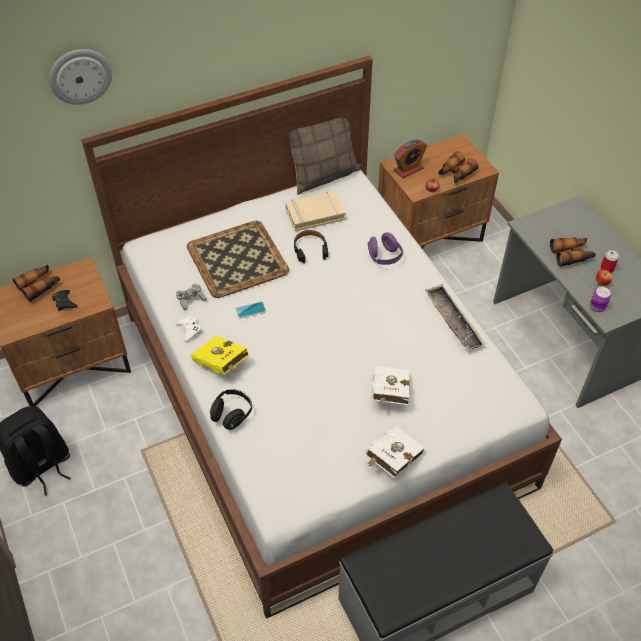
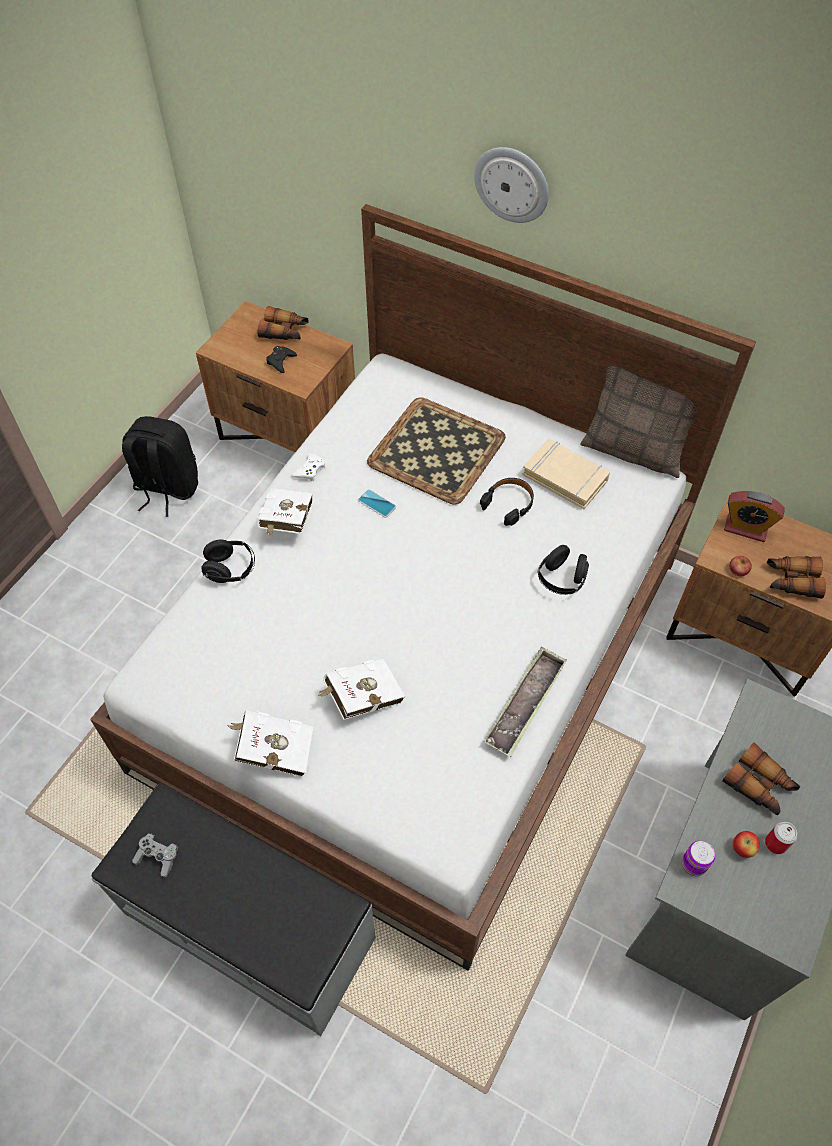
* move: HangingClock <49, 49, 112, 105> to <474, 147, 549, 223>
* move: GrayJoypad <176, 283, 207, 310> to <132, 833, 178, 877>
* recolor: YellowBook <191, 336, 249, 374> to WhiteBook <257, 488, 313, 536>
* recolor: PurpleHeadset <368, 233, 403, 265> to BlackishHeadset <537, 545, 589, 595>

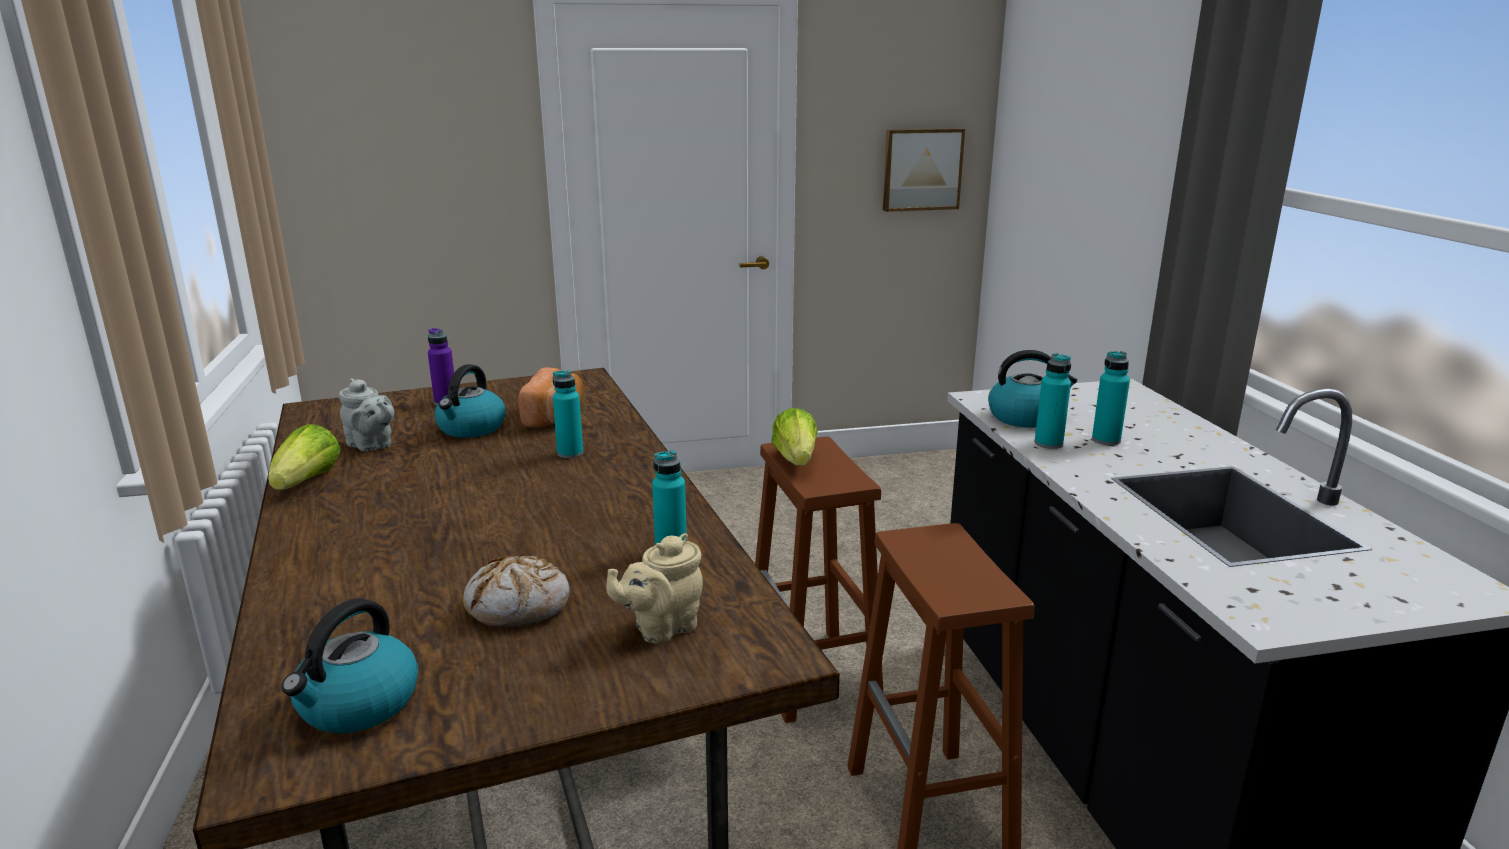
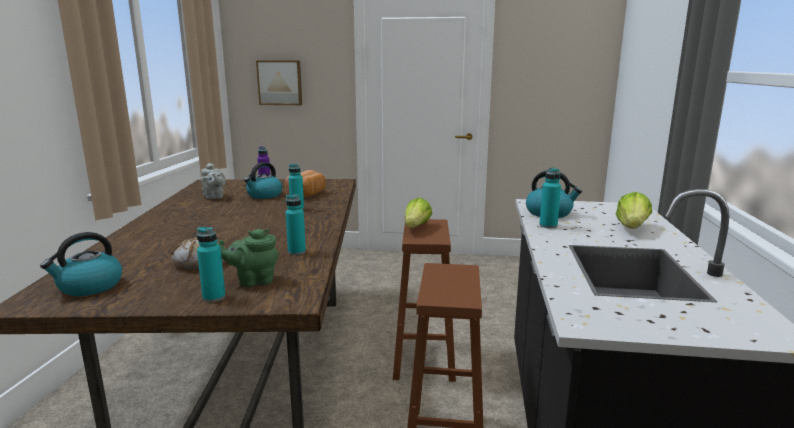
* move: HeadOfLettuce <268, 424, 341, 490> to <616, 192, 652, 229>
* move: WallArt <883, 128, 965, 212> to <256, 60, 302, 105>
* move: TurquoiseBottle <1092, 351, 1130, 445> to <197, 227, 225, 302>
* recolor: BeigePotForTea <606, 533, 703, 643> to GreenPotForTea <218, 229, 279, 287>

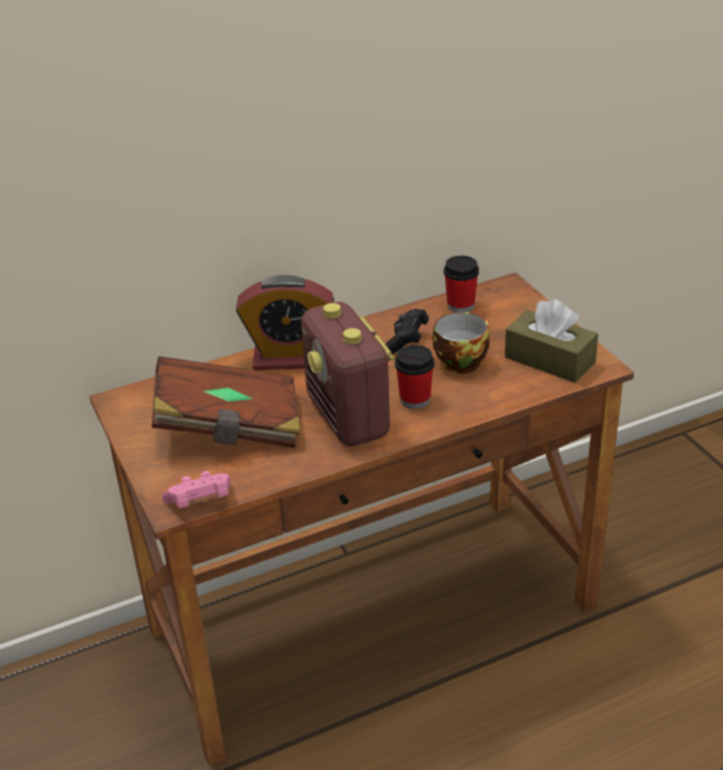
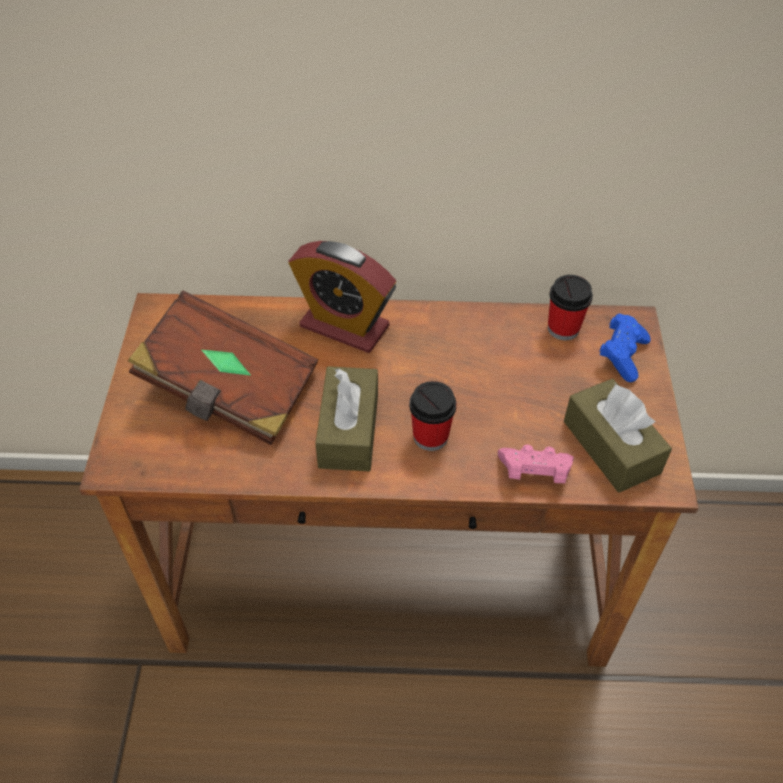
* delete: BlackishJoypad <385, 309, 429, 354>
* delete: DrinkingCup <433, 312, 490, 374>
* insert: BlueJoypad <599, 314, 650, 382>
* move: PinkishJoypad <162, 471, 230, 508> to <498, 445, 574, 483>
* replace: RadioReceiver <301, 302, 395, 447> to BrownishTissueHolder <315, 366, 378, 471>

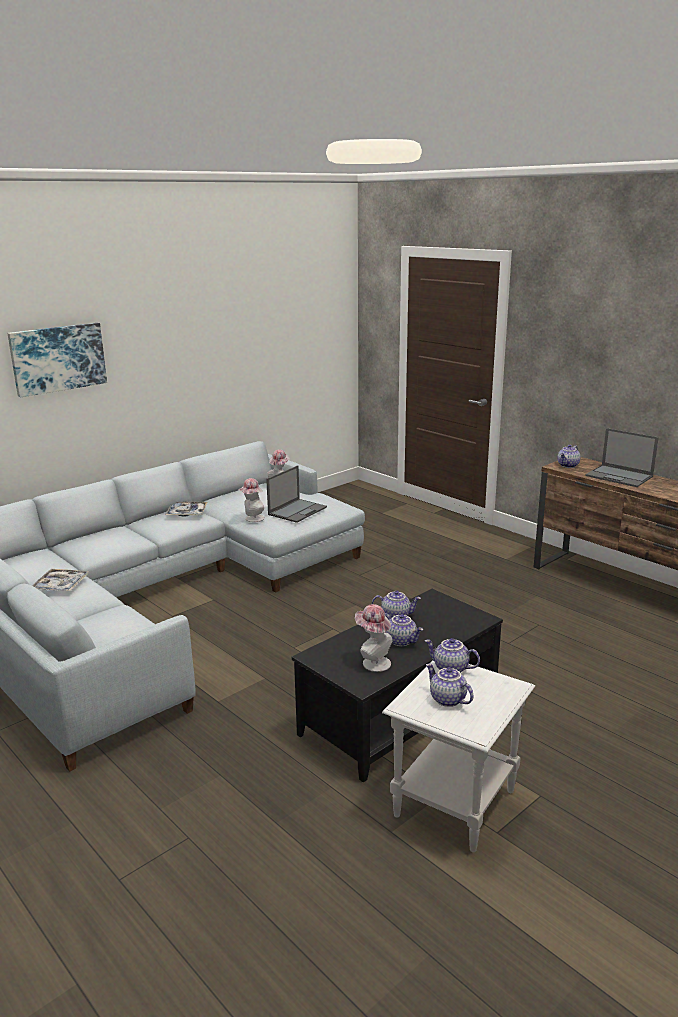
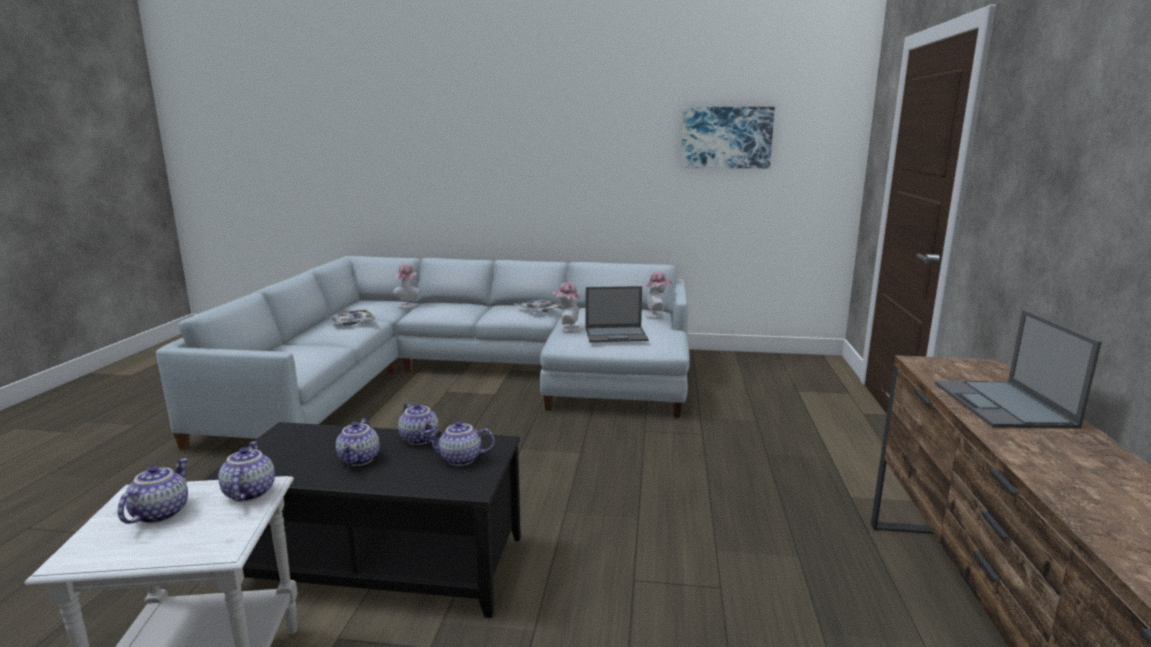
* move: WallArt <7, 323, 107, 397> to <681, 107, 775, 168>
* move: ClothingHat <355, 604, 393, 672> to <393, 264, 421, 308>
* move: PotForTea <557, 445, 581, 468> to <425, 421, 495, 466>

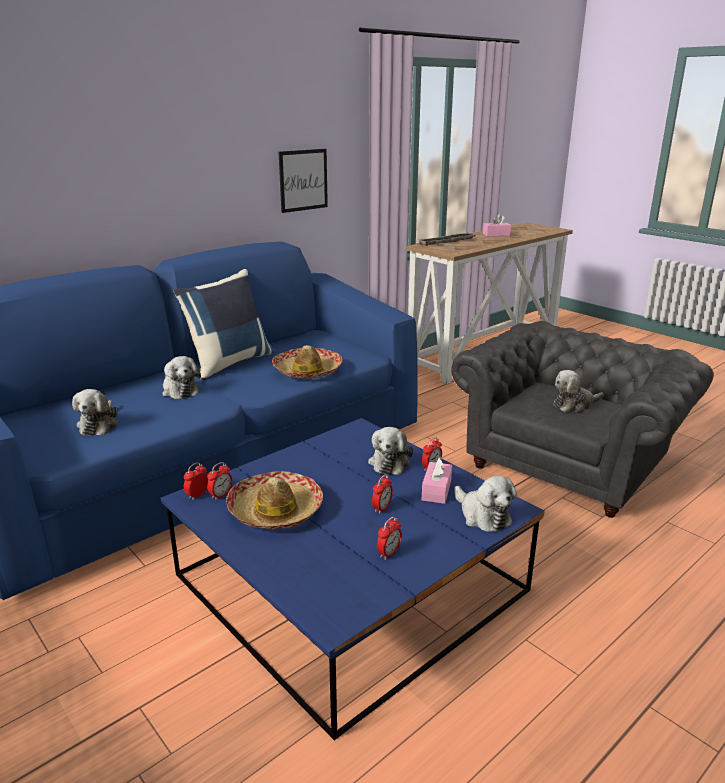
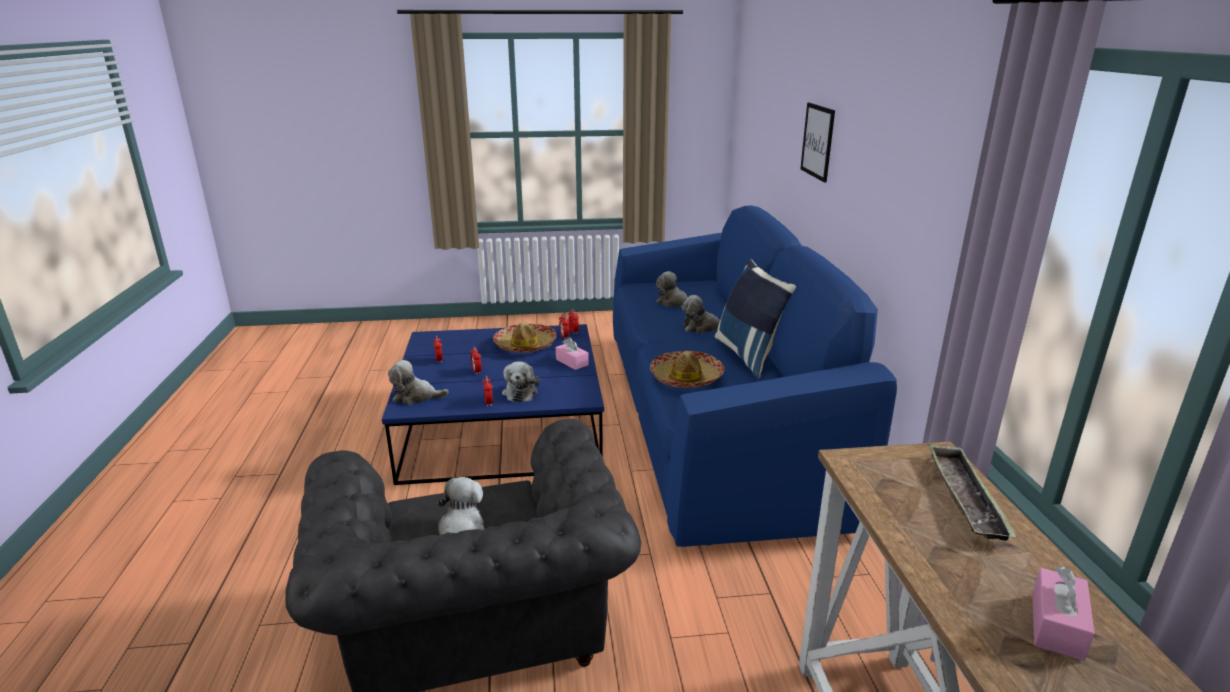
* move: WallArt <279, 149, 328, 213> to <800, 103, 835, 183>
* move: PinkishTissueHolder <422, 457, 452, 504> to <556, 337, 589, 370>
* rotate: SoftToy <368, 427, 413, 475> = <502, 361, 540, 402> 135 degrees counterclockwise

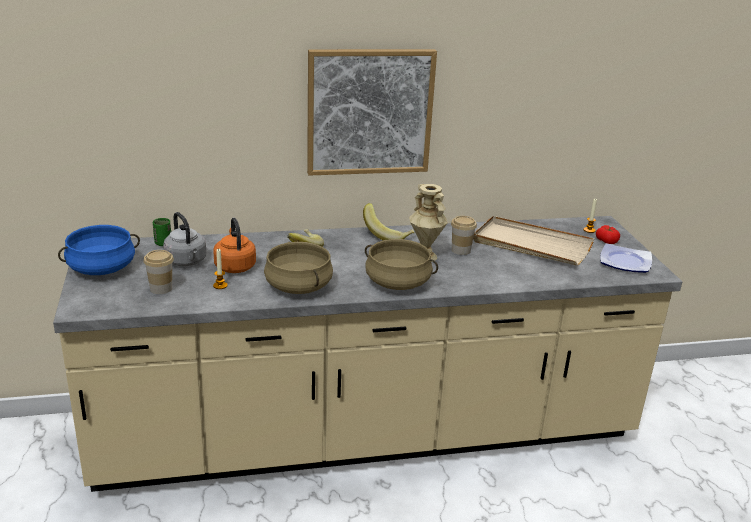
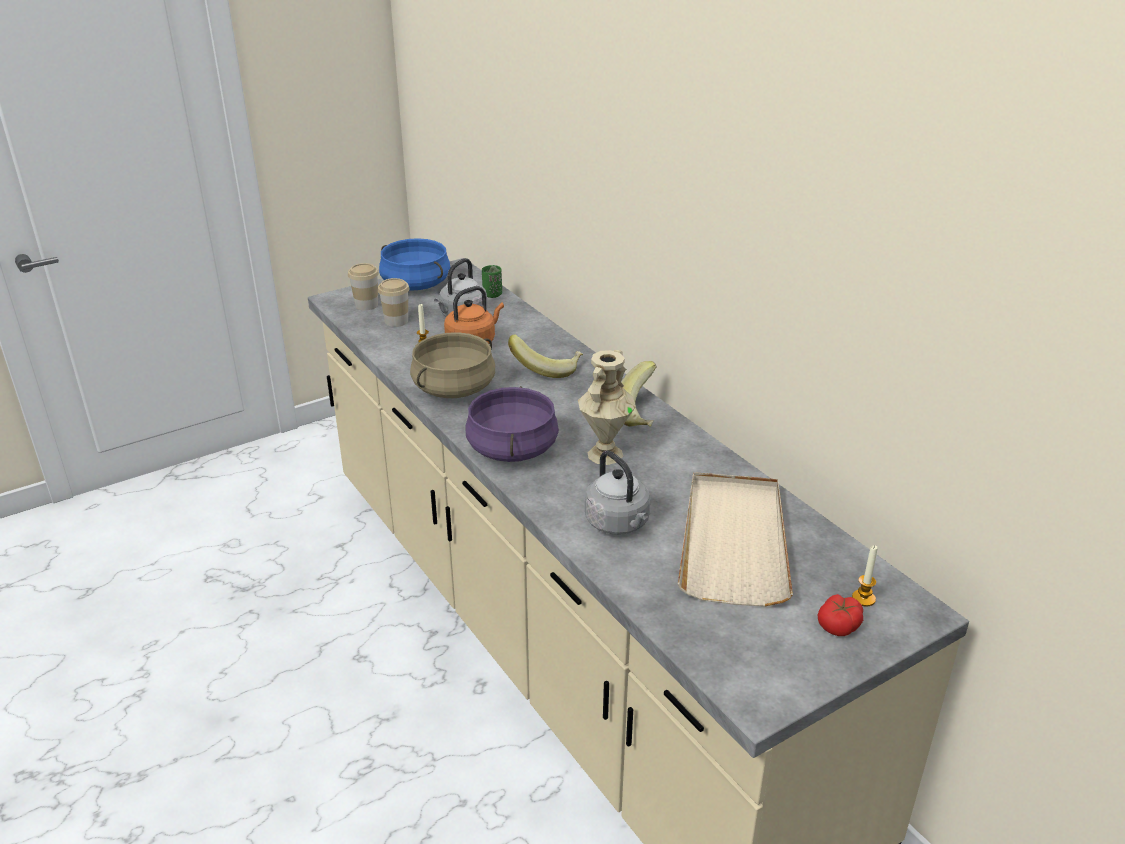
* delete: WallArt <307, 49, 437, 176>
* delete: FlatDish <600, 243, 652, 273>
* insert: GrayWaterKettle <585, 450, 650, 535>
* move: DrinkingCup <451, 216, 477, 255> to <348, 263, 379, 310>
* recolor: BeigeSaucepot <365, 239, 438, 290> to PurpleSaucepot <466, 386, 559, 462>

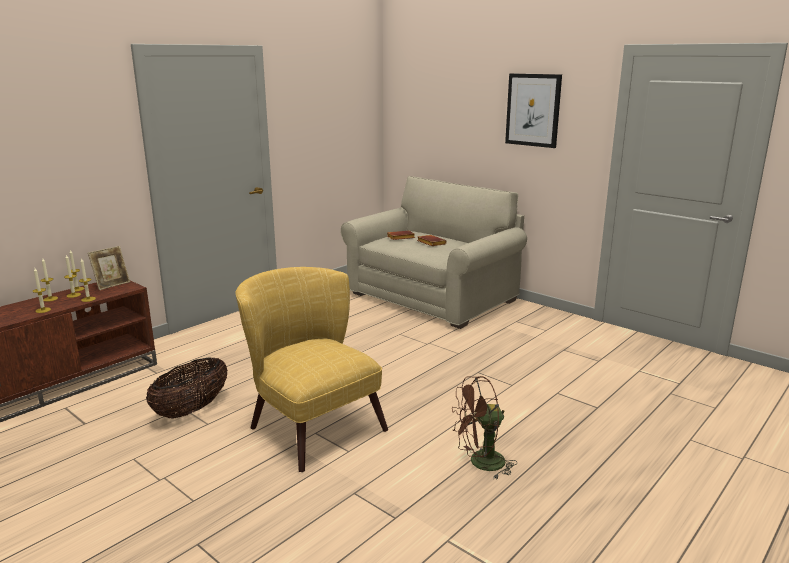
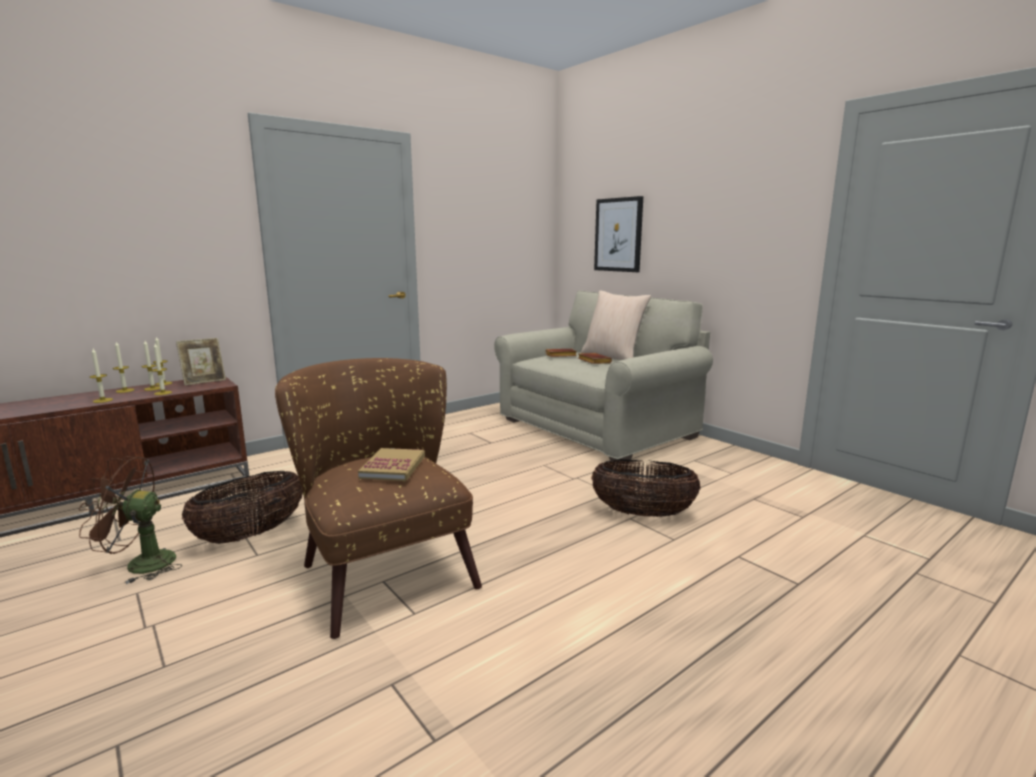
* insert: Book <358, 448, 425, 481>
* insert: BeigeCushion <581, 290, 651, 360>
* insert: HouseholdBasket <591, 459, 701, 517>
* move: BrownishFan <452, 376, 517, 480> to <79, 456, 182, 584>
* move: WallArt <505, 73, 562, 148> to <594, 196, 643, 272>
* recolor: YellowArmchair <236, 267, 388, 472> to BrownishArmchair <275, 358, 482, 639>

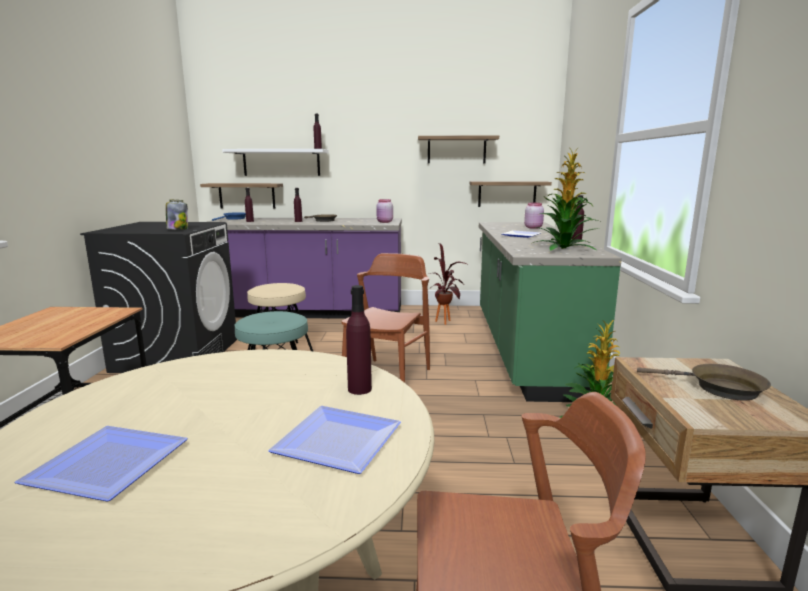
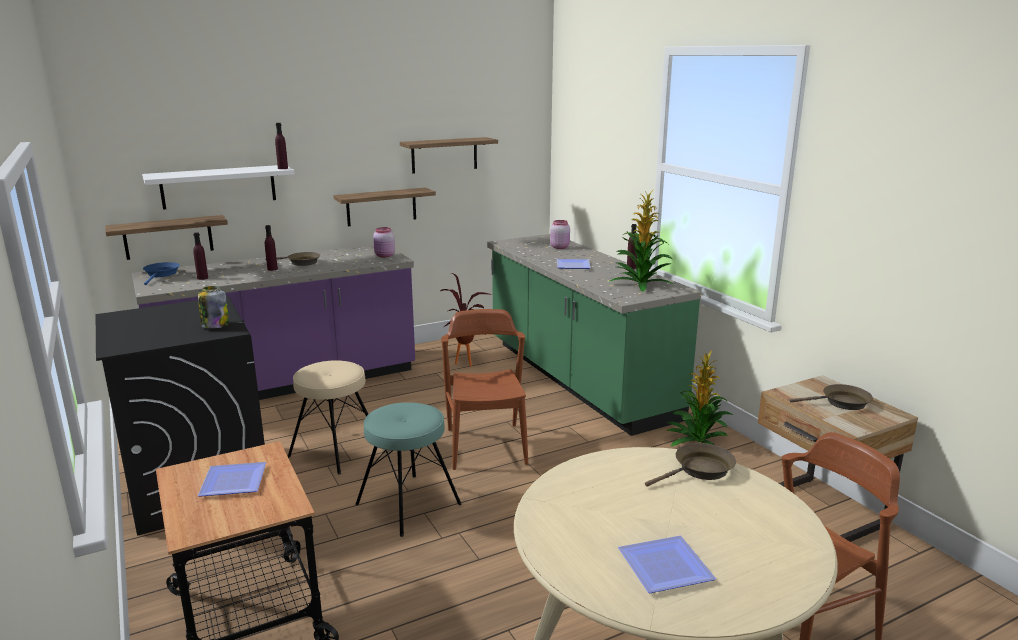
* move: FlatDish <268, 406, 401, 474> to <198, 462, 266, 497>
* move: BracketShelf <470, 181, 552, 207> to <333, 188, 436, 226>
* replace: PurpleBottle <346, 285, 372, 395> to BrownishPan <645, 443, 736, 487>

